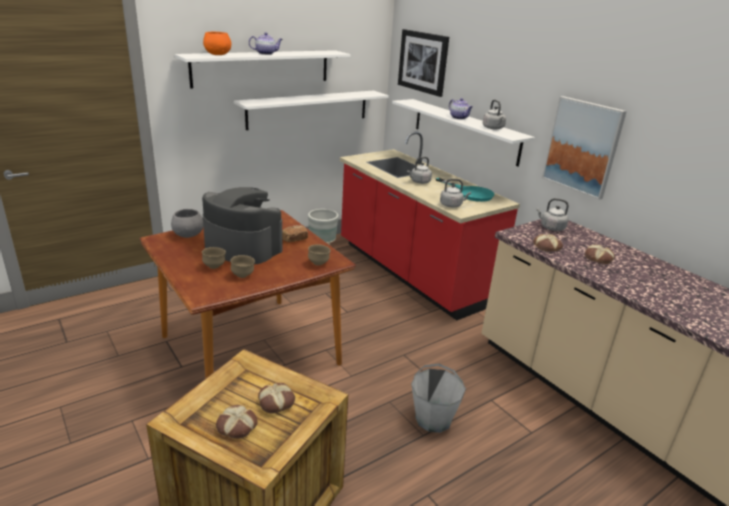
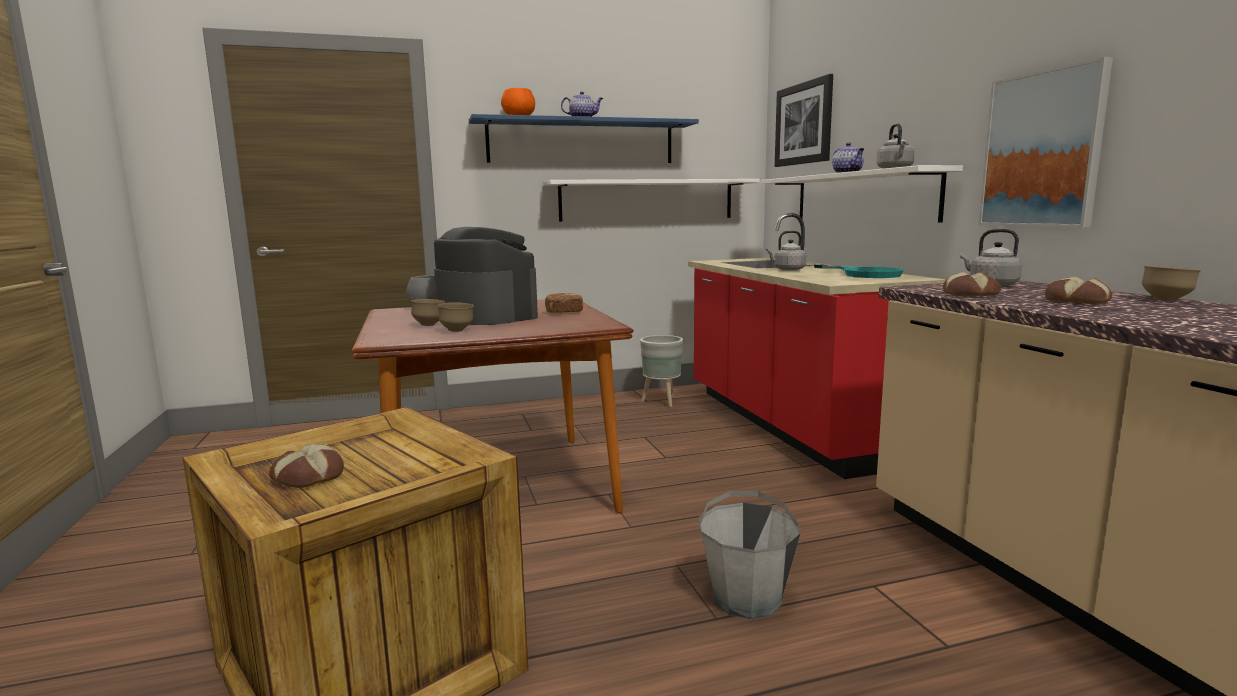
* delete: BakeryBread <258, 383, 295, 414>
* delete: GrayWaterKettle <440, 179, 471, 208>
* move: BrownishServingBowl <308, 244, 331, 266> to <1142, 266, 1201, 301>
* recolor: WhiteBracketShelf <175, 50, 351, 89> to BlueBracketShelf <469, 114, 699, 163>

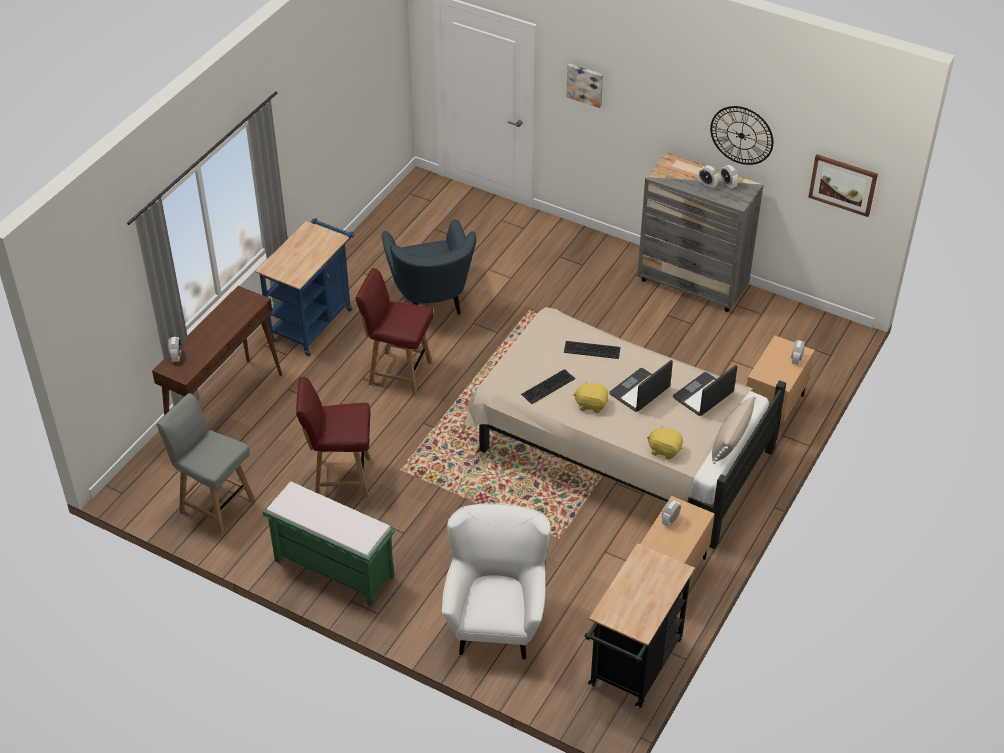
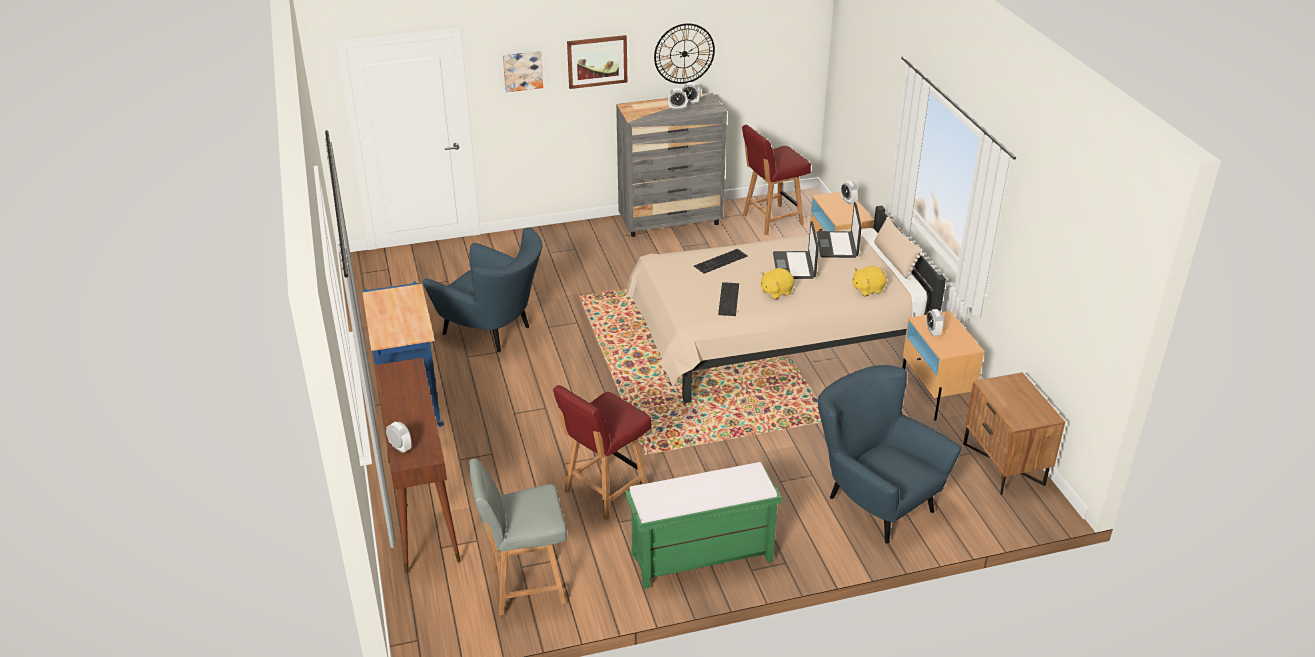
* move: ReddishPlainChair <355, 268, 434, 395> to <742, 125, 811, 235>
* move: WallArt <808, 154, 878, 217> to <567, 35, 627, 89>
* replace: BlackishCart <585, 543, 695, 708> to BrownishNightstand <963, 372, 1065, 495>
* recolor: WhiteArmchair <442, 503, 551, 660> to BlueArmchair <818, 365, 961, 544>

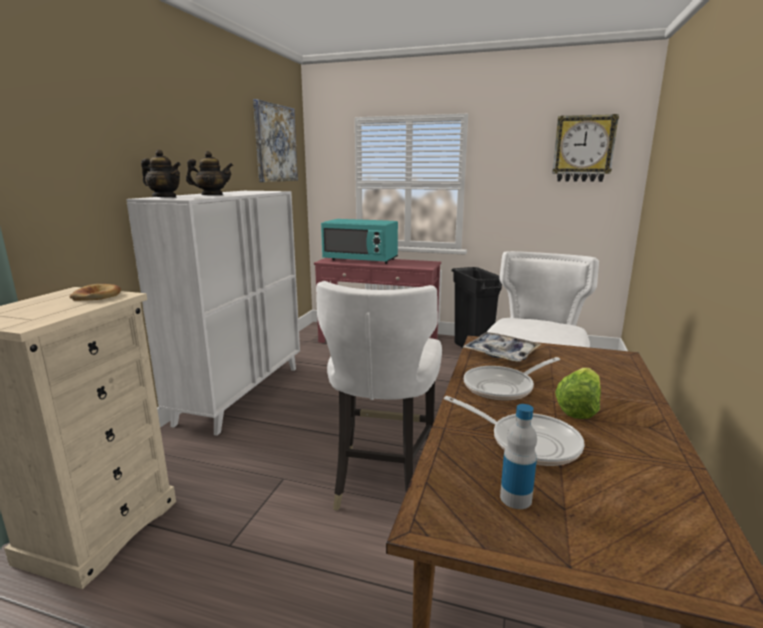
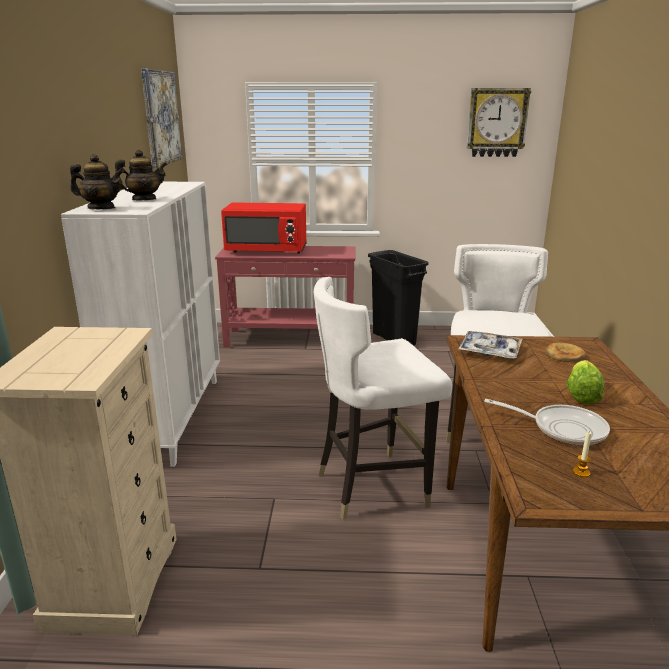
* delete: Pan <464, 357, 560, 401>
* move: BakeryBread <70, 284, 121, 301> to <545, 343, 586, 362>
* replace: Bottle <500, 404, 537, 509> to WaxCandle <573, 431, 591, 477>
* recolor: TurquoiseMicrowave <321, 219, 398, 264> to ReddishMicrowave <221, 202, 307, 254>
* rotate: WhitePlainChair <316, 281, 442, 511> = <314, 277, 452, 520> 75 degrees clockwise

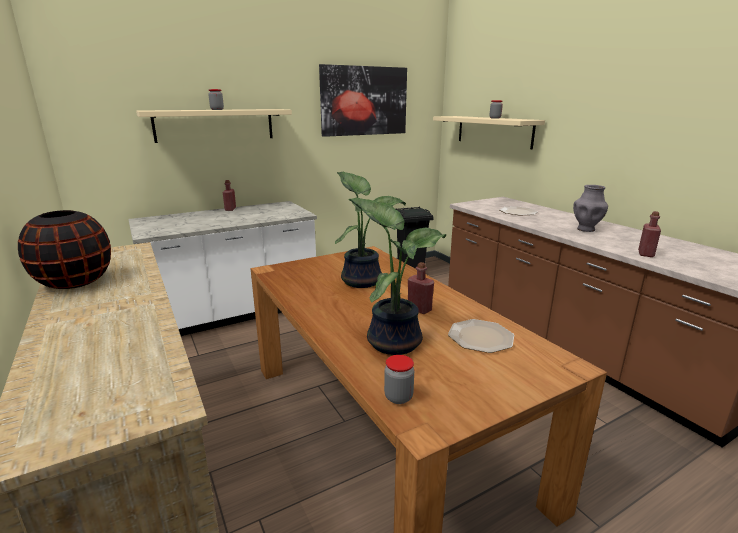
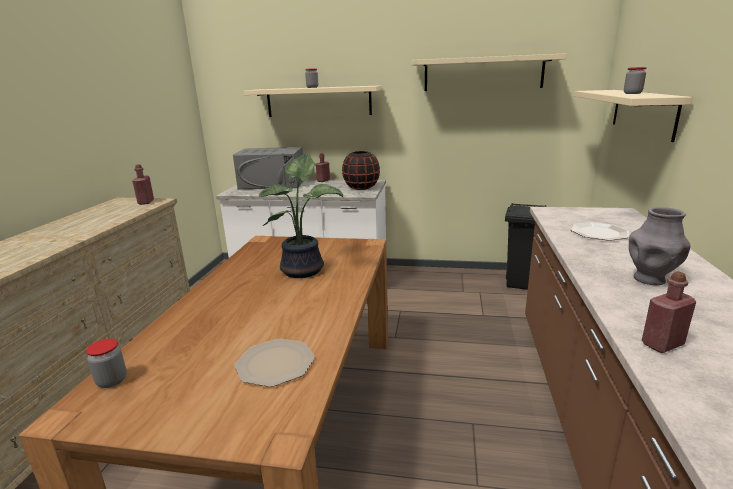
* delete: Houseplant <348, 198, 446, 355>
* insert: GrayMicrowave <233, 147, 303, 189>
* move: BlackishDecorativeVase <18, 210, 111, 289> to <342, 151, 380, 190>
* move: ReddishBottle <408, 262, 434, 314> to <132, 164, 154, 205>
* replace: WallArt <319, 64, 407, 137> to BeigeBracketShelf <412, 53, 567, 91>

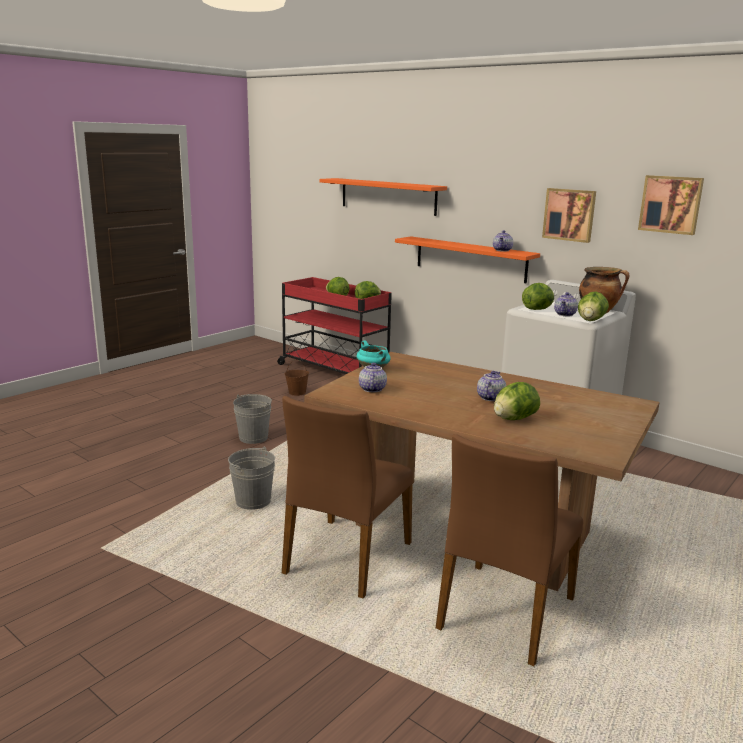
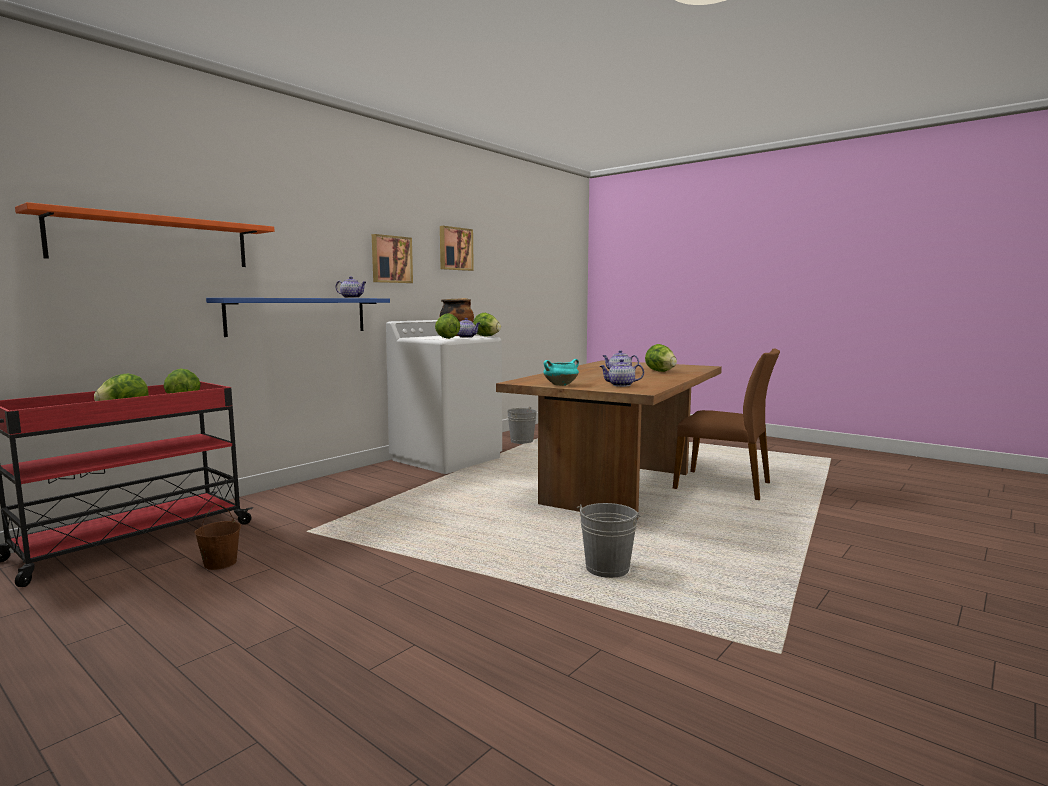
* delete: BrownishPlainChair <282, 396, 413, 599>
* move: GrayBucket <233, 394, 272, 444> to <507, 407, 537, 444>
* recolor: OrangeColouredBracketShelf <395, 237, 540, 283> to BlueBracketShelf <206, 298, 390, 337>

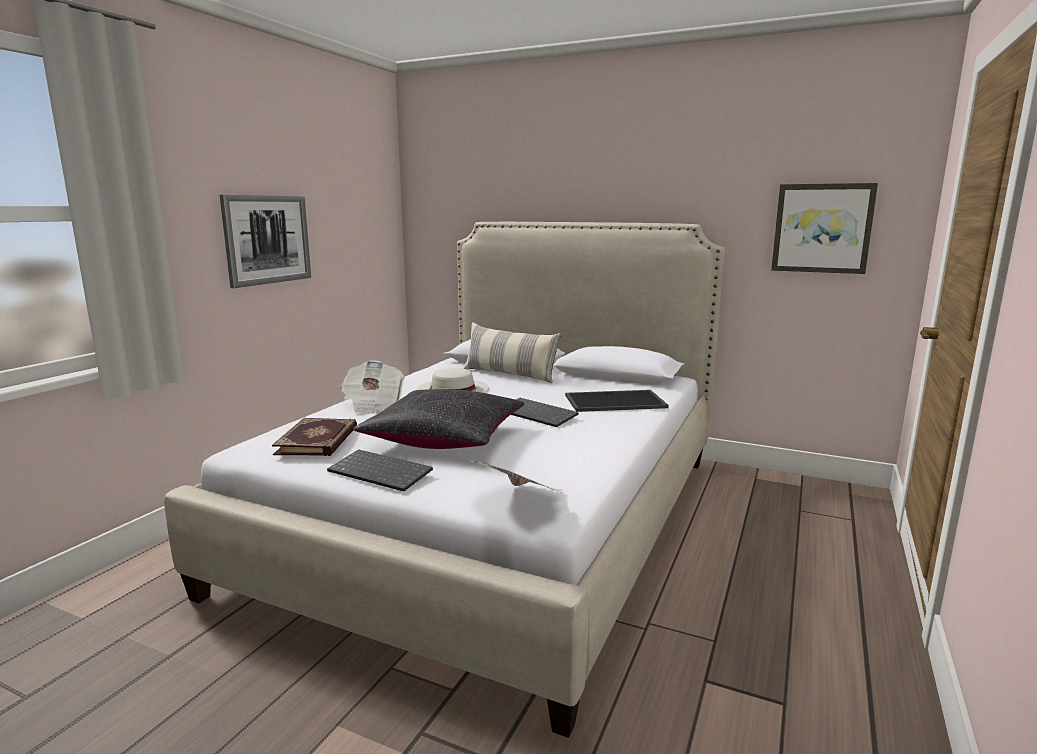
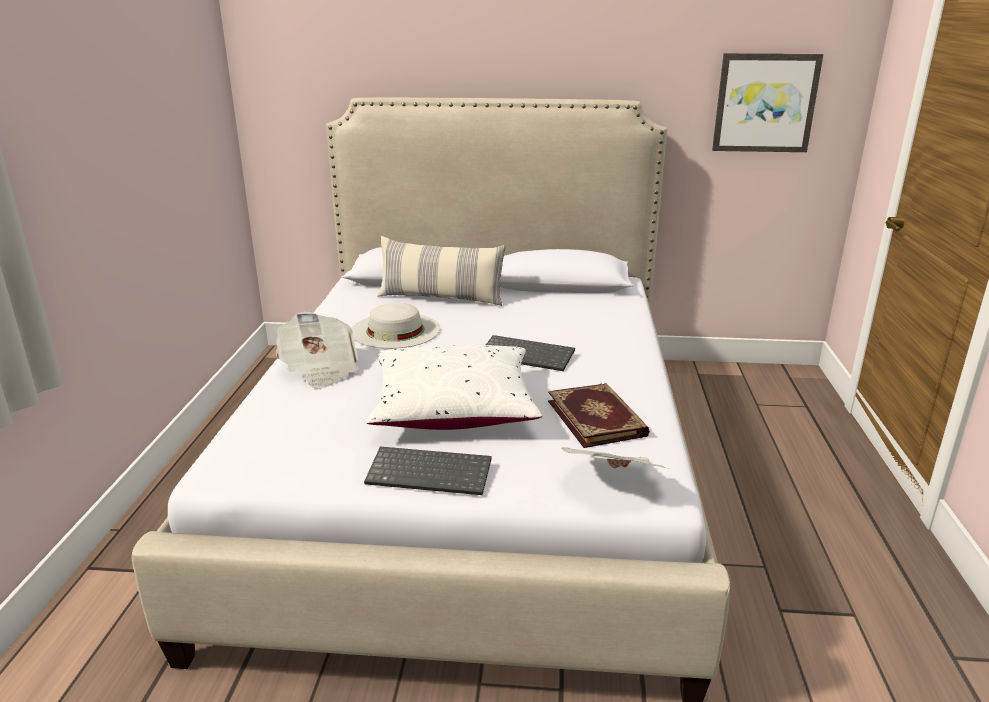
* delete: WallArt <220, 195, 311, 288>
* delete: CarryingTray <565, 390, 669, 412>
* move: Book <272, 418, 357, 456> to <548, 383, 650, 448>
* recolor: BlackishCushion <353, 389, 524, 449> to WhiteCushion <366, 345, 542, 430>

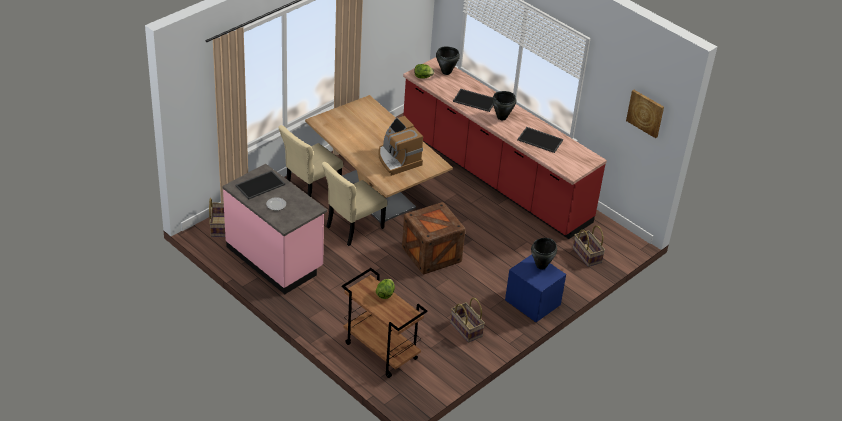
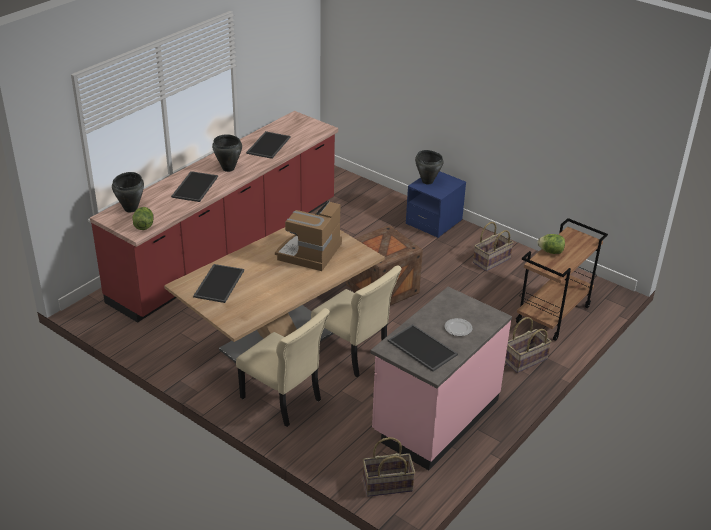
* delete: WallArt <626, 90, 664, 138>
* insert: CarryingTray <193, 264, 244, 303>
* move: HouseholdBasket <573, 225, 605, 267> to <505, 317, 552, 373>
* rotate: CoffeeMachine <378, 116, 423, 176> = <275, 201, 342, 271> 150 degrees clockwise

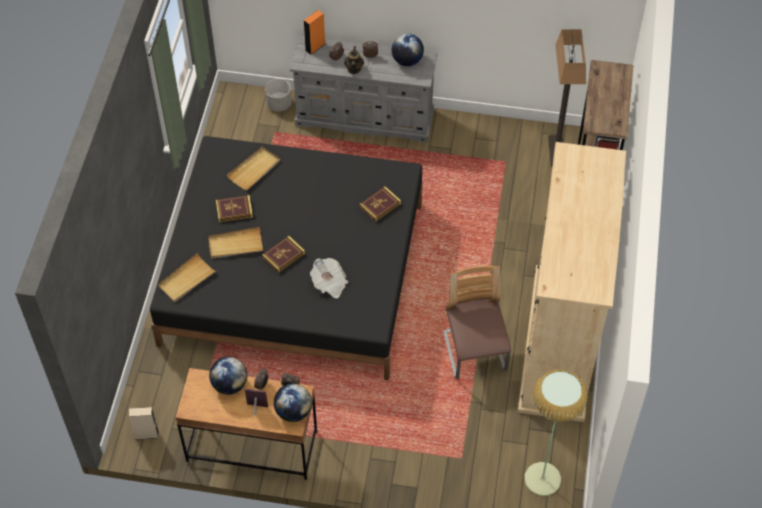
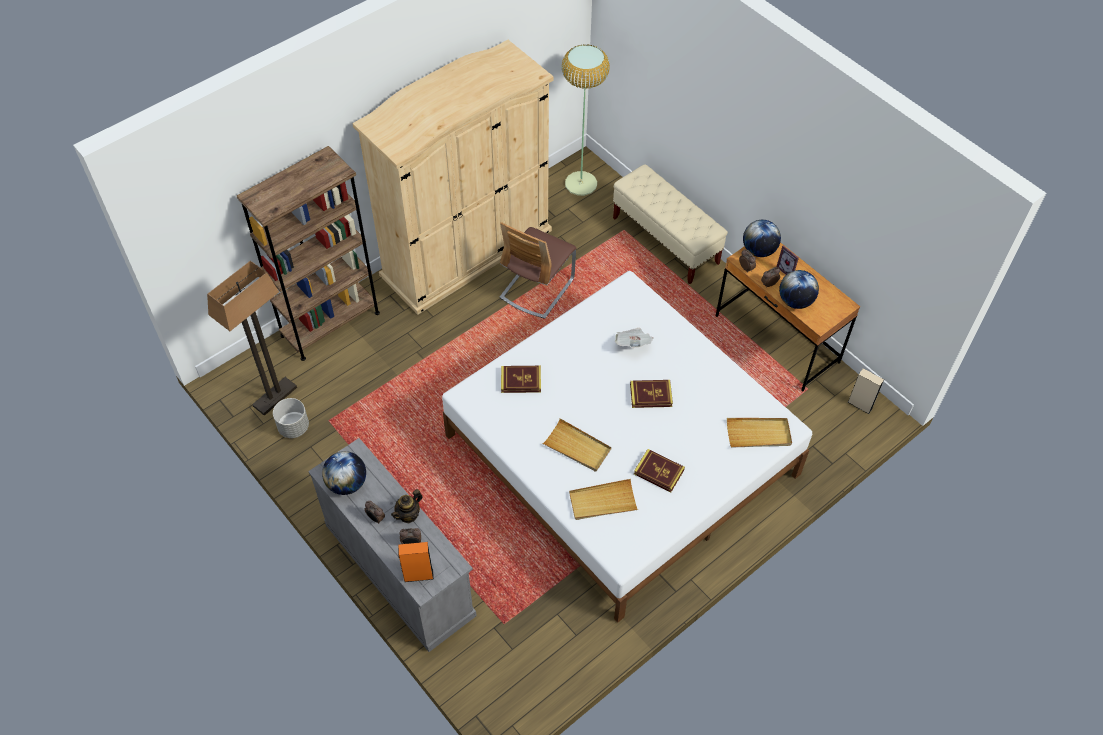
* insert: BeigeIndoorBench <613, 164, 728, 284>
* move: BeigeCarryingTray <208, 227, 263, 259> to <542, 418, 612, 472>
* move: GrayPlantPot <265, 79, 292, 111> to <273, 398, 309, 438>
* recolor: BlackishSleepingBed <150, 136, 423, 380> to WhiteSleepingBed <442, 271, 812, 623>

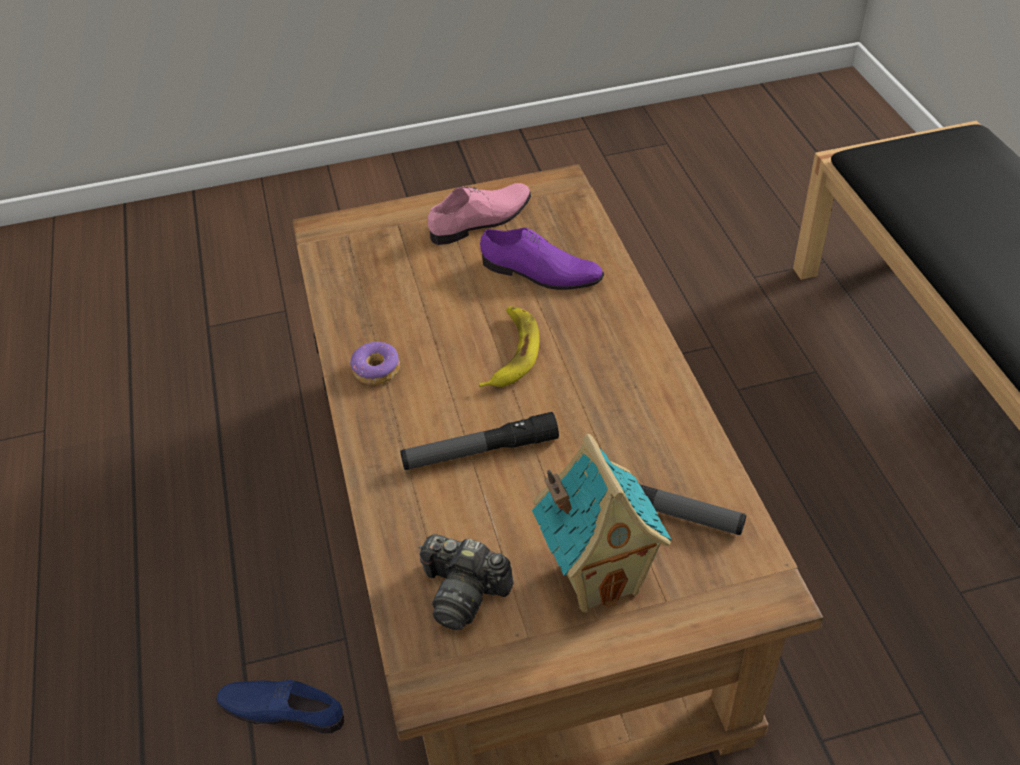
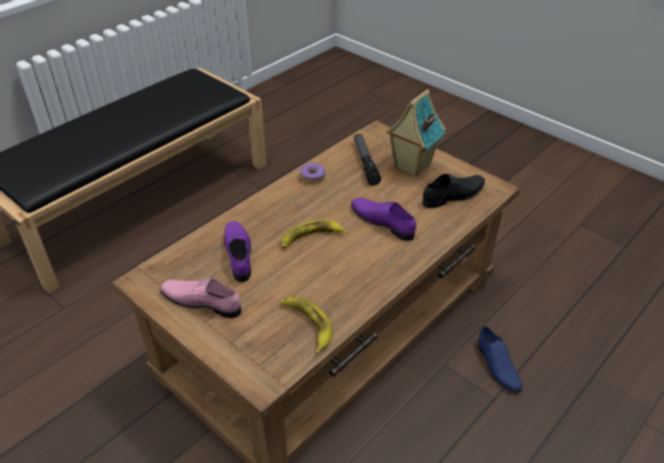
* insert: Banana <281, 297, 332, 354>
* move: Doughnut <350, 342, 400, 385> to <300, 163, 326, 183>
* replace: Flashlight <400, 412, 559, 470> to PurpleShoe <351, 198, 416, 241>
* replace: StillCamera <419, 534, 514, 630> to BlackishShoe <422, 174, 485, 208>

